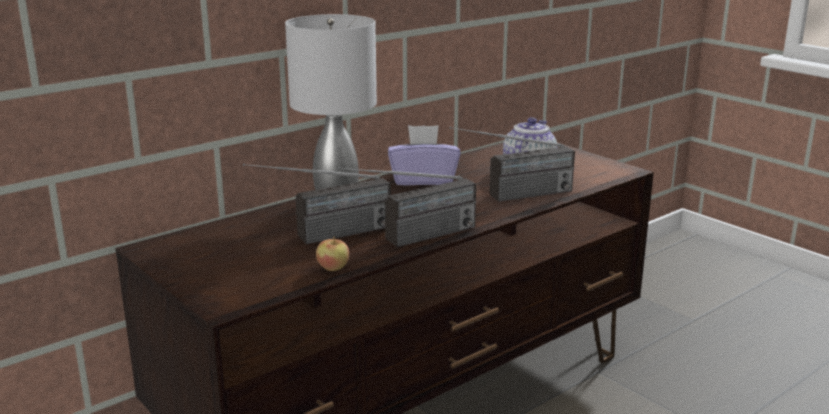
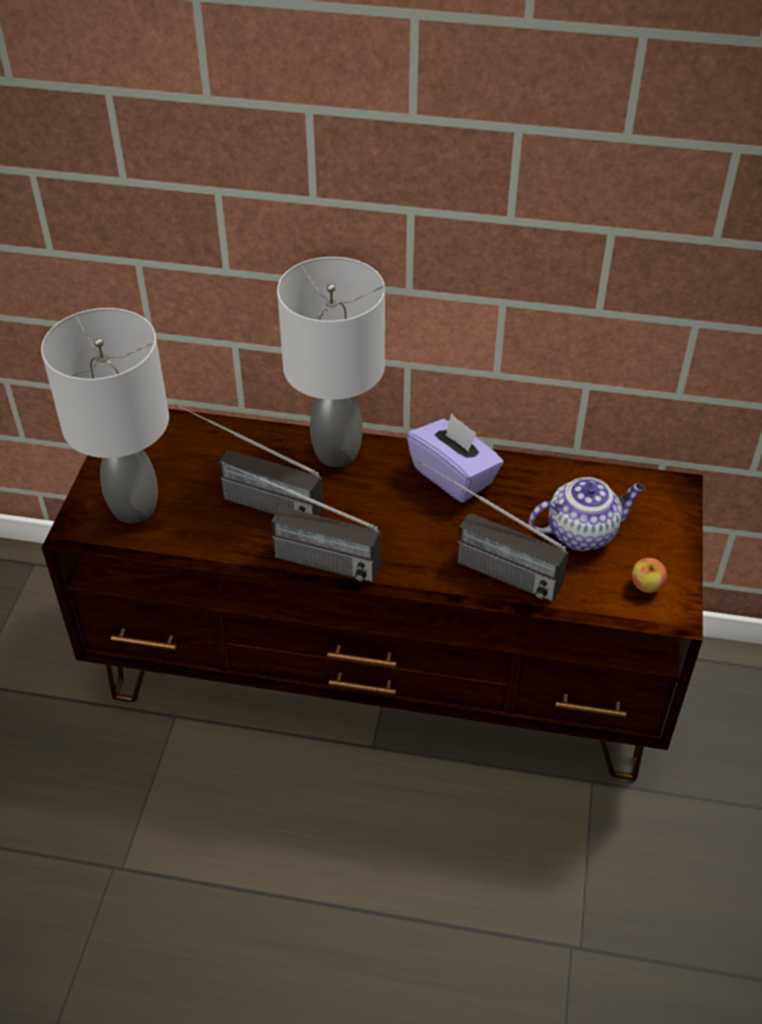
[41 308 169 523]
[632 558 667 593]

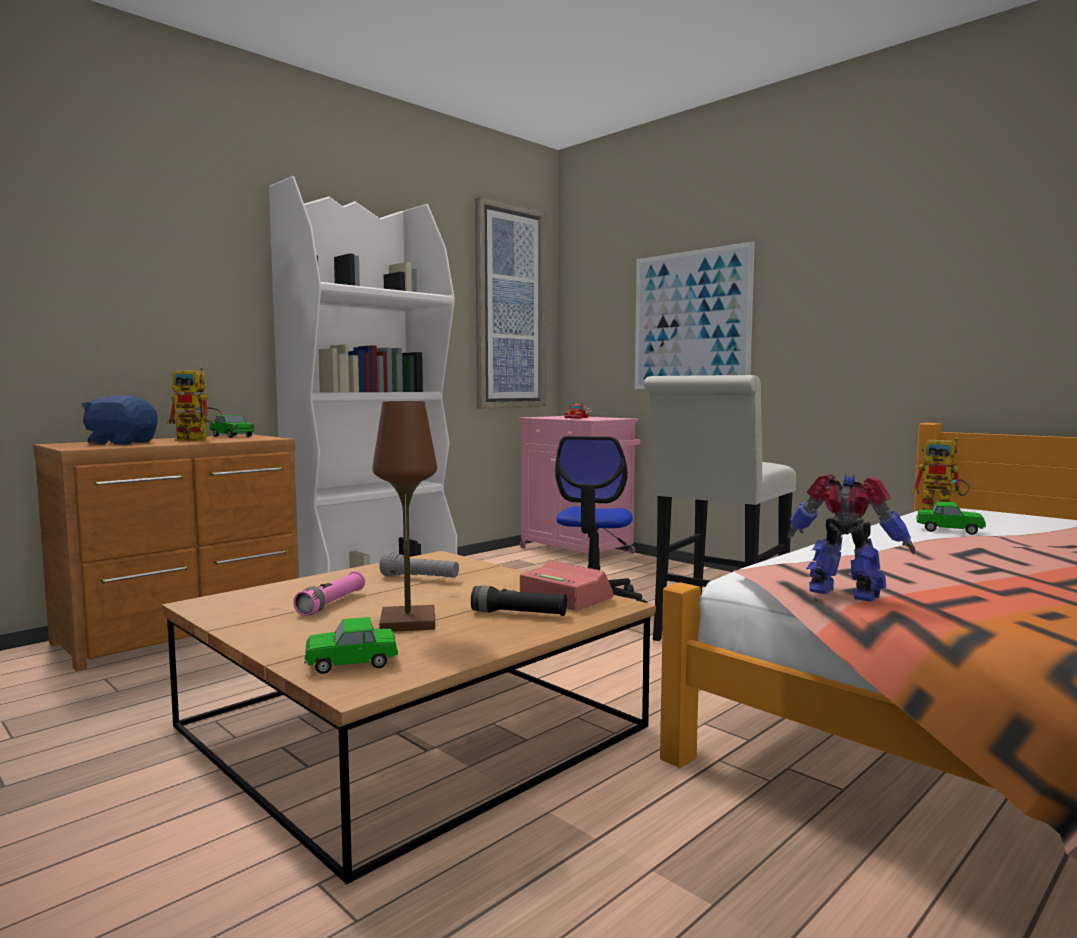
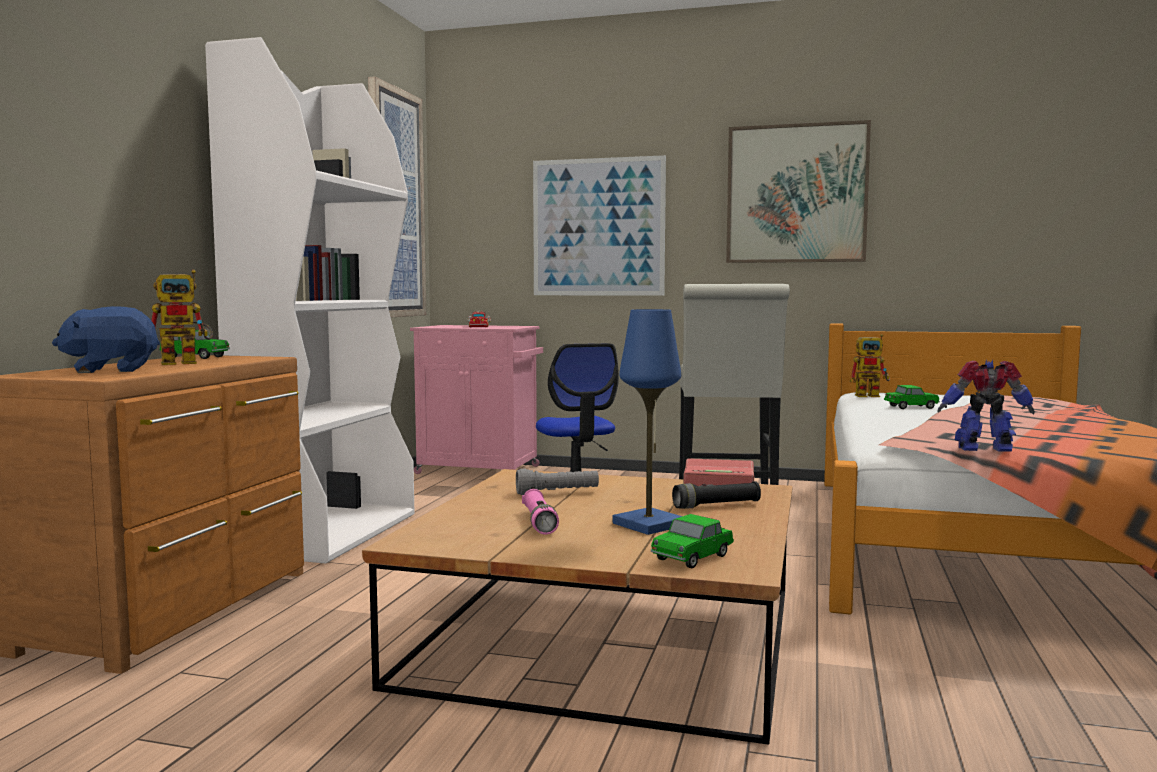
[613 309 682 535]
[726 120 871 263]

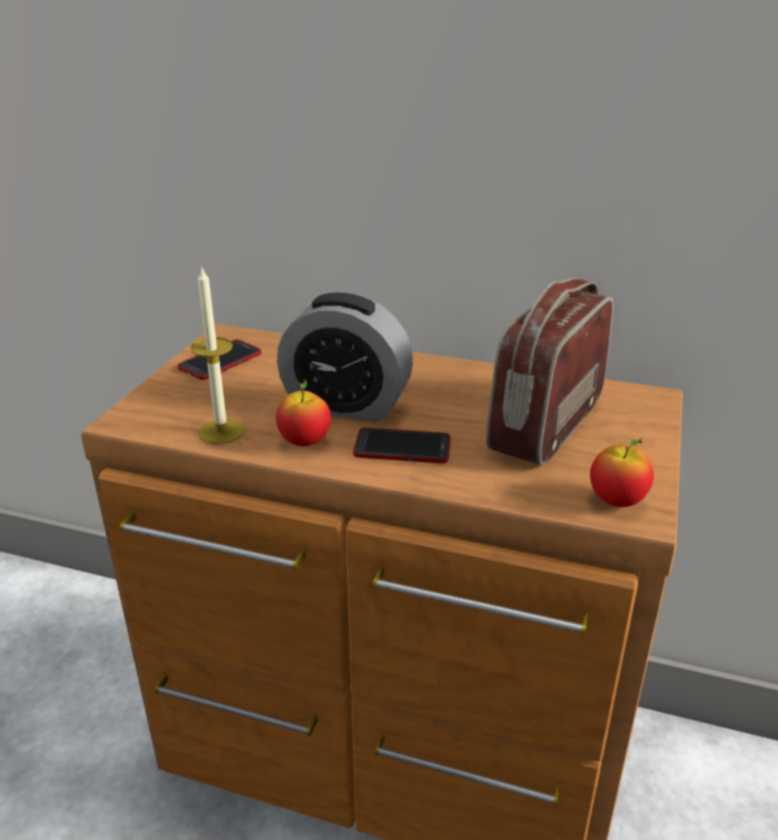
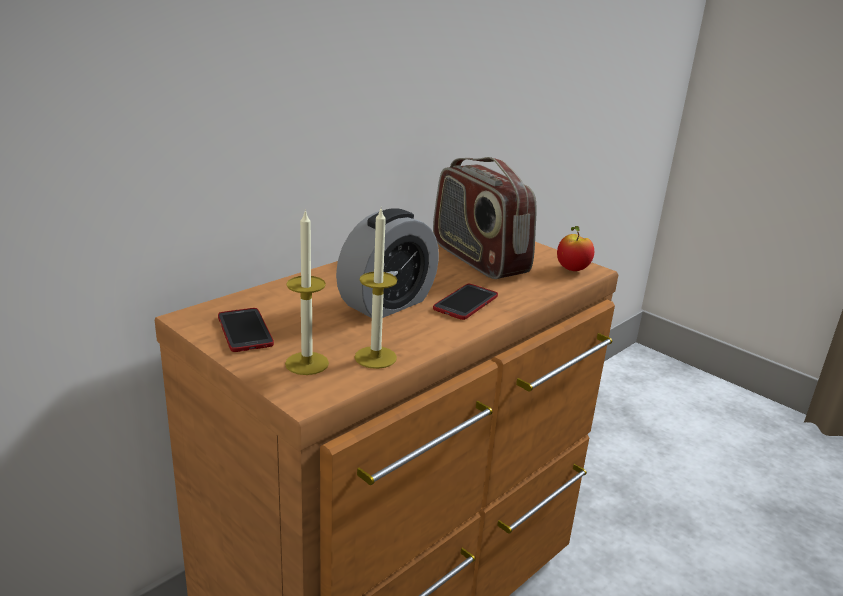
[285 209 329 375]
[276 379 331 446] (first image)

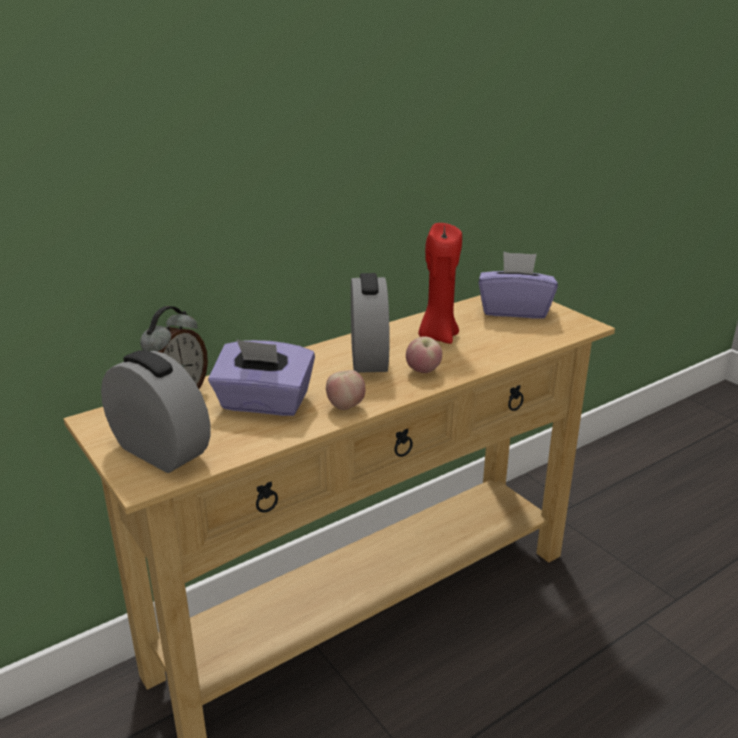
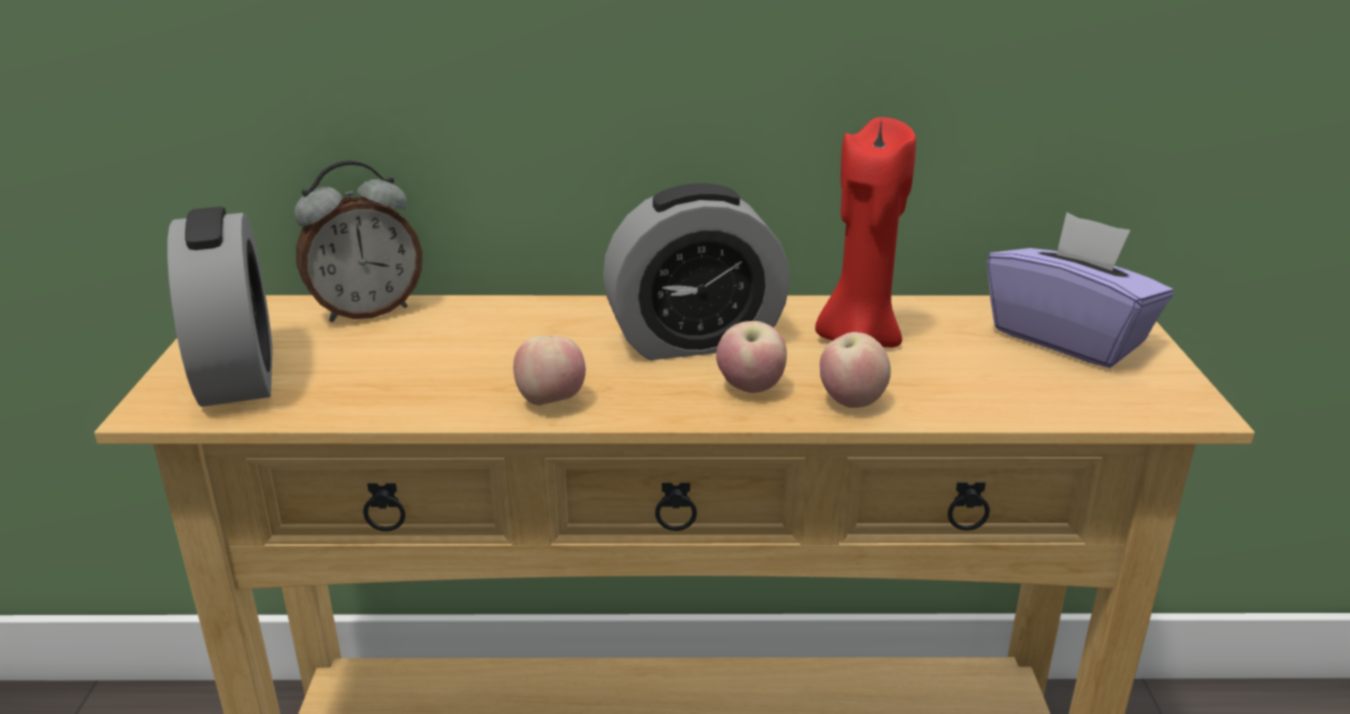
[603 183 790 360]
[820 332 891 408]
[208 339 315 416] (first image)

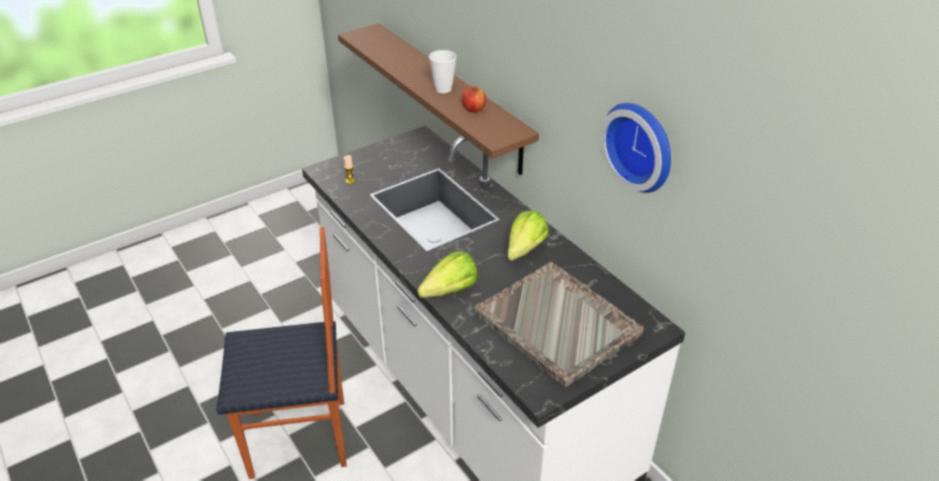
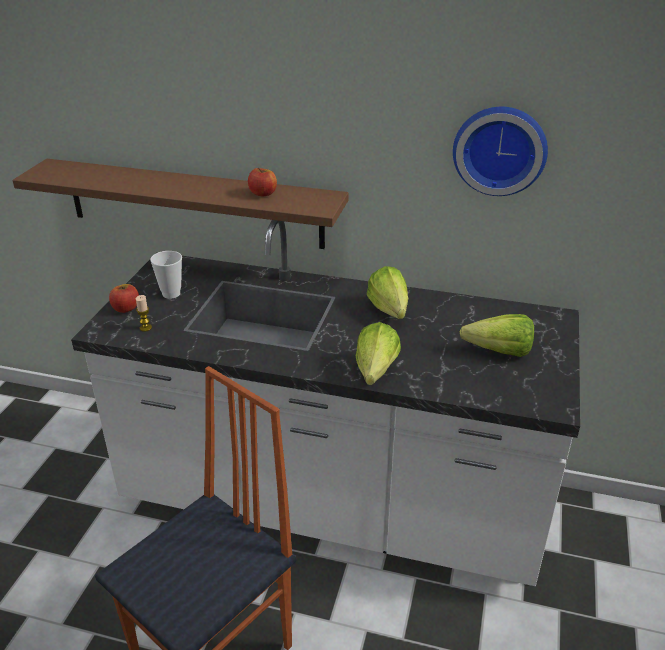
[109 284 139 313]
[150 251 182 299]
[460 314 534 357]

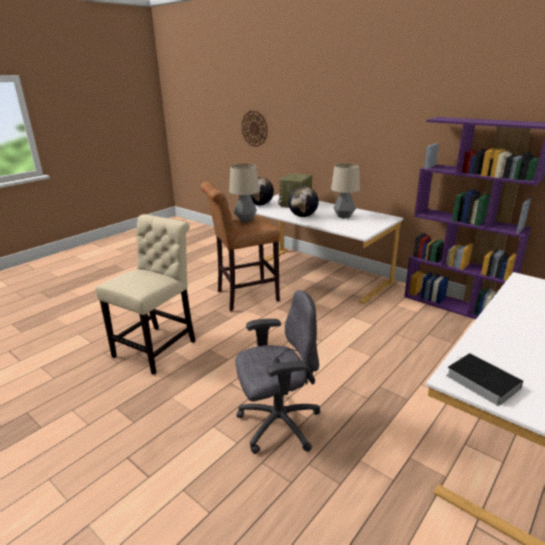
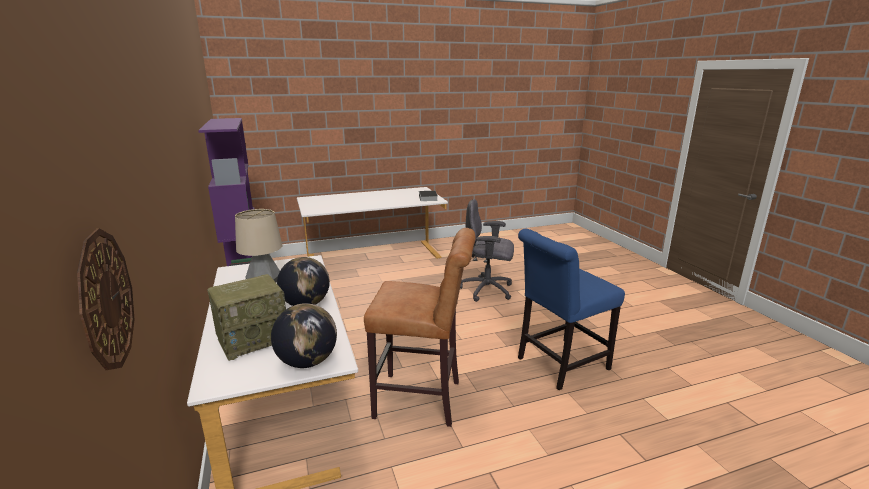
[518 228 625 390]
[229 164 260 222] (first image)

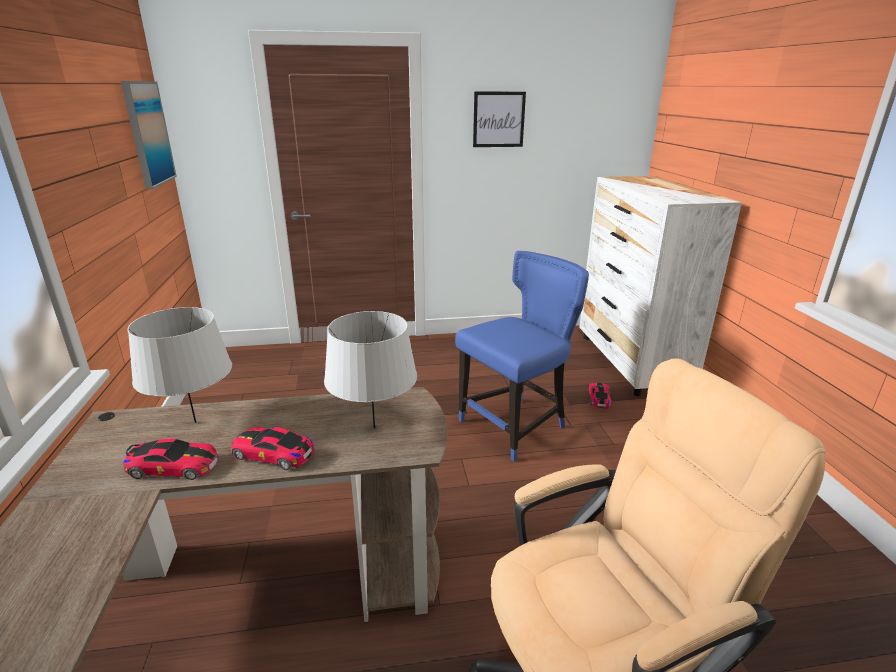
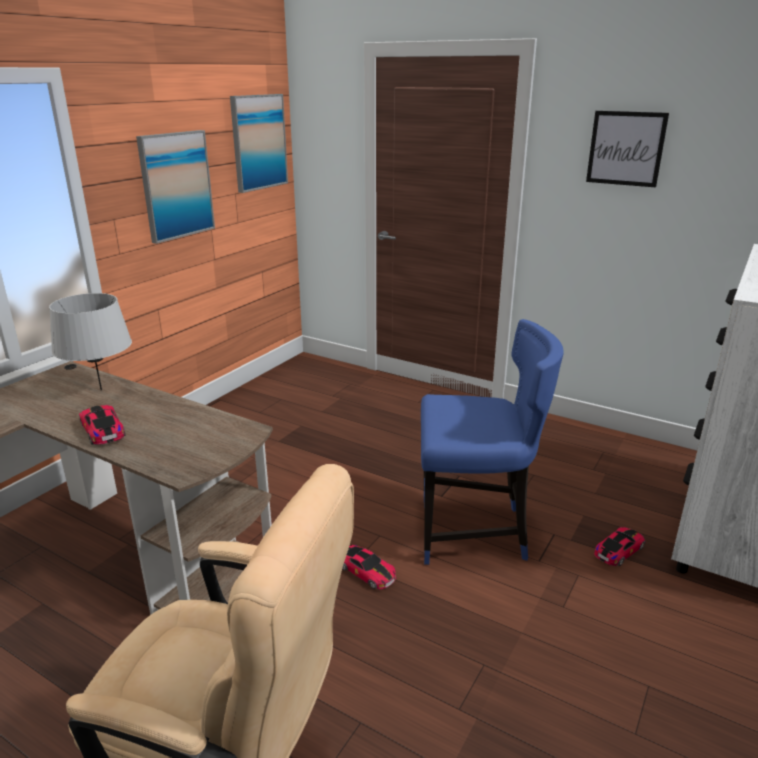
[136 130 215 244]
[342 545 396 589]
[324 311 417 428] (first image)

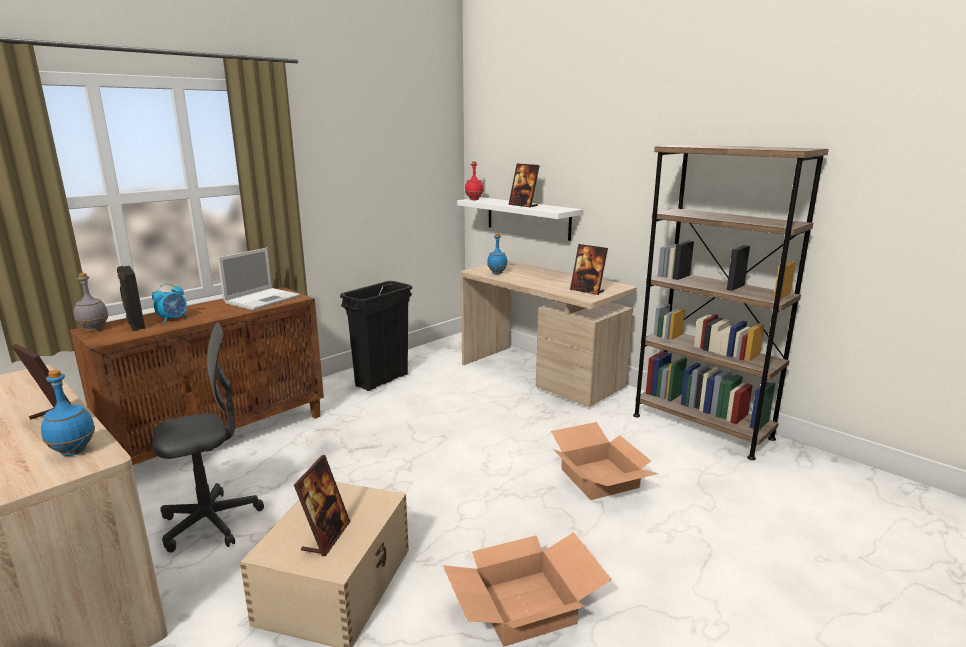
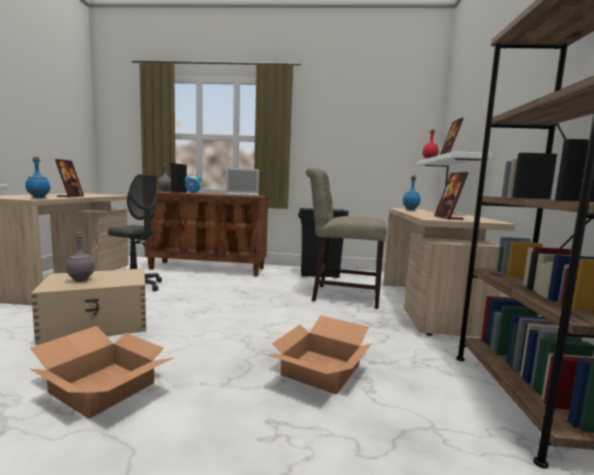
[66 232 95 282]
[306 167 387 309]

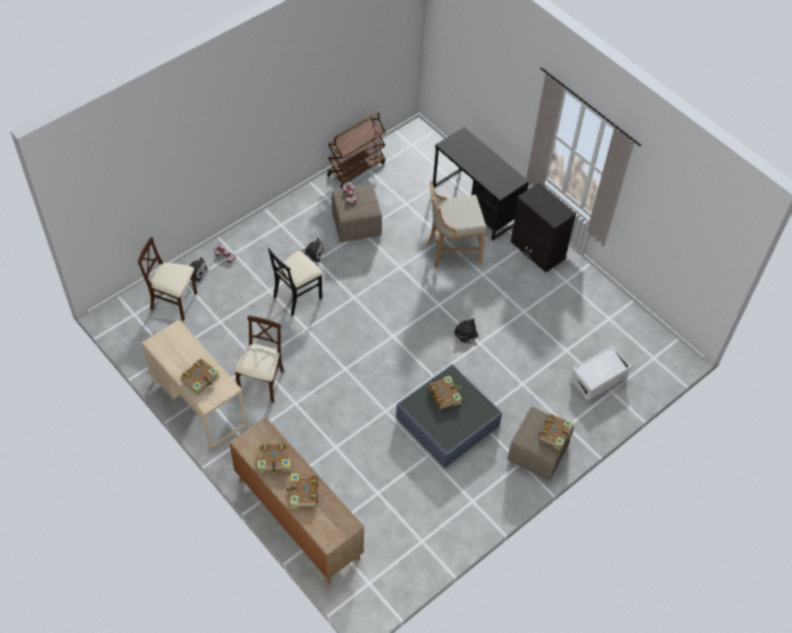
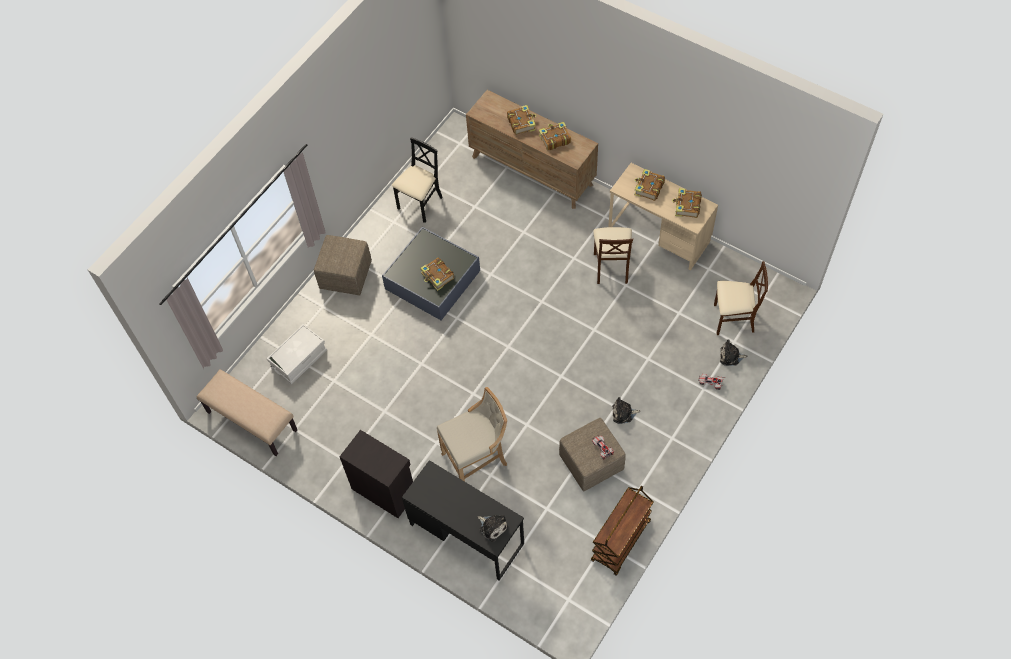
[197 369 297 456]
[392 137 443 223]
[478 515 508 542]
[672 188 702 218]

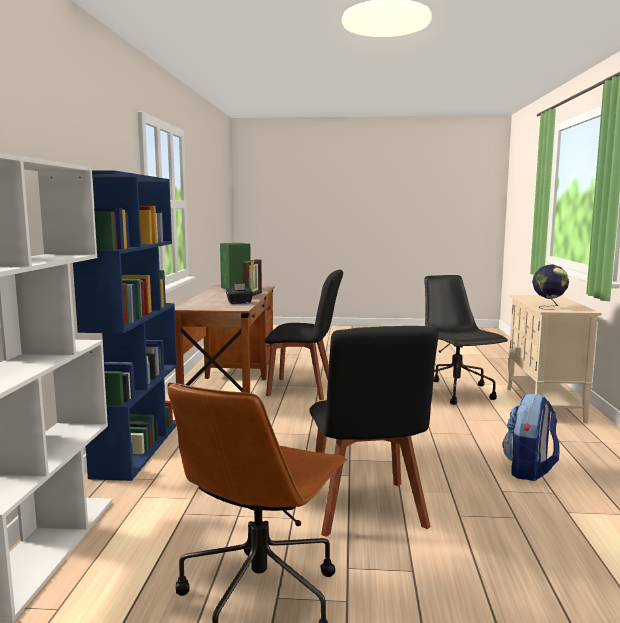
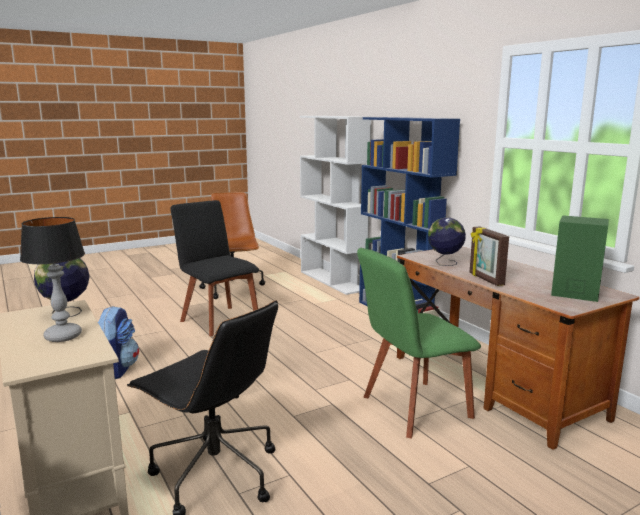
[20 217 85 342]
[357 248 481 439]
[428 217 466 266]

